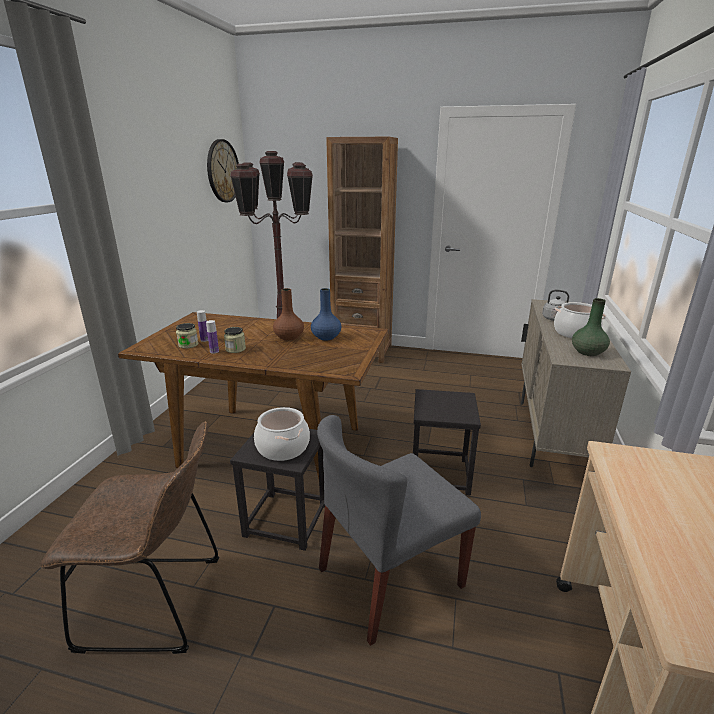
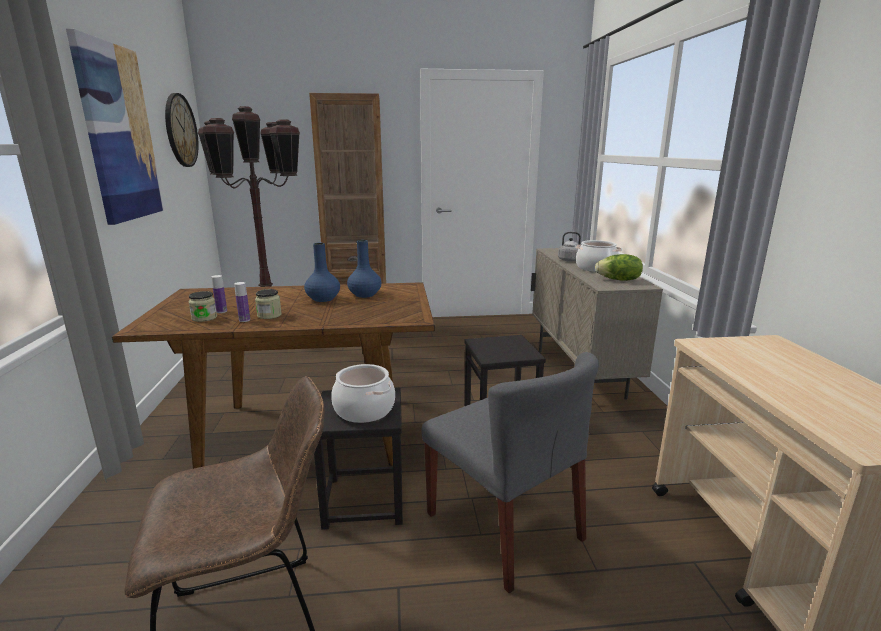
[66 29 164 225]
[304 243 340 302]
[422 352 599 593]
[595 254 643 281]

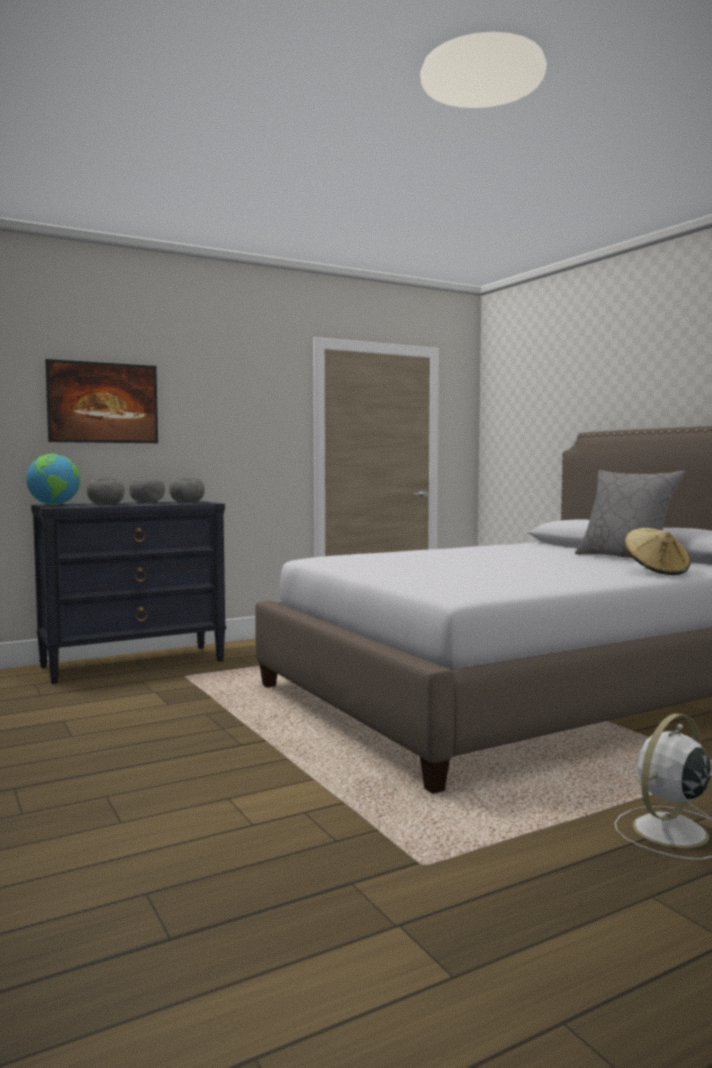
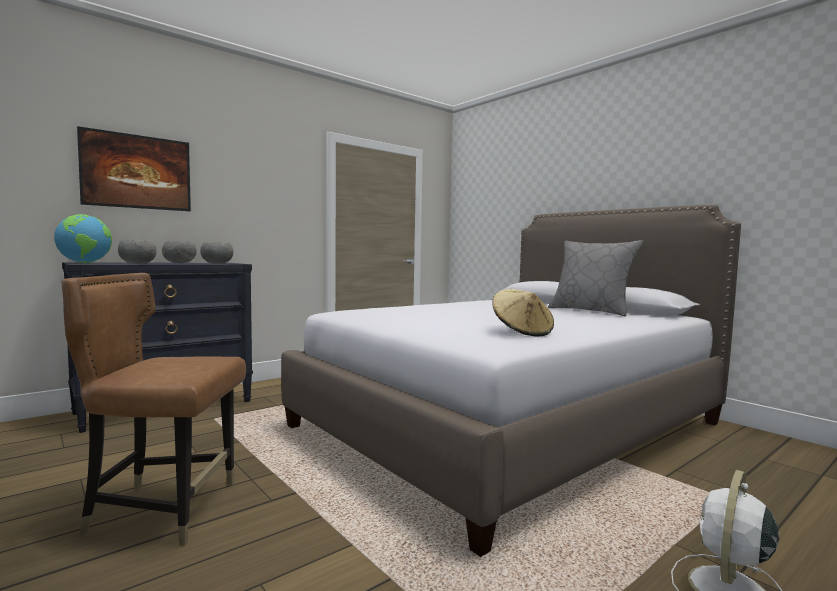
[61 273 246 546]
[492 289 554 337]

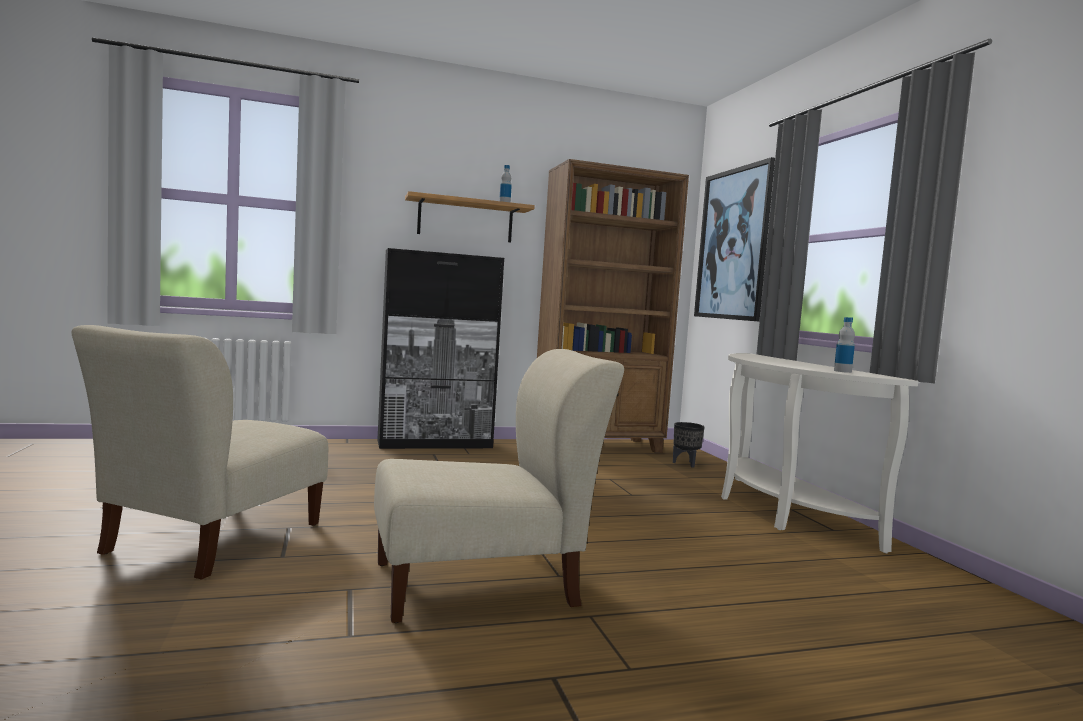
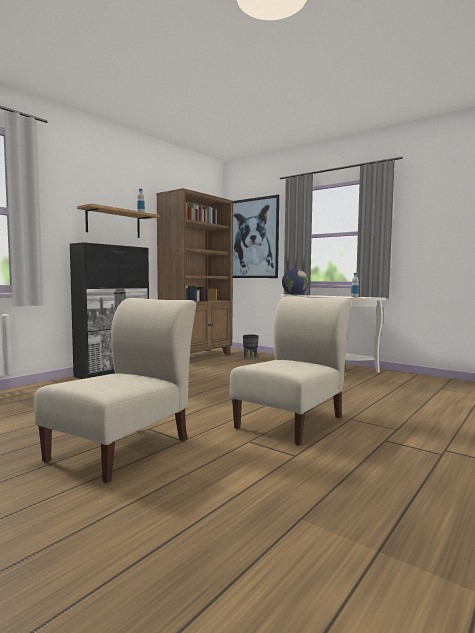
[34 298 196 483]
[282 269 309 295]

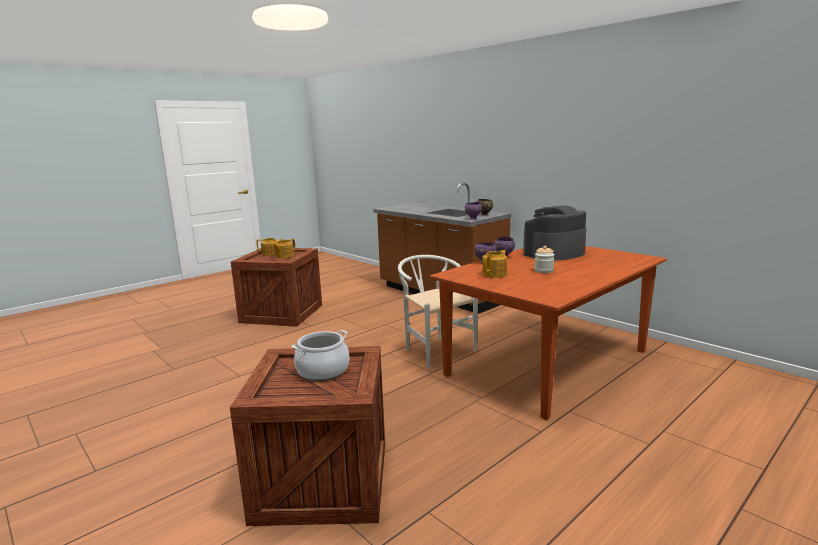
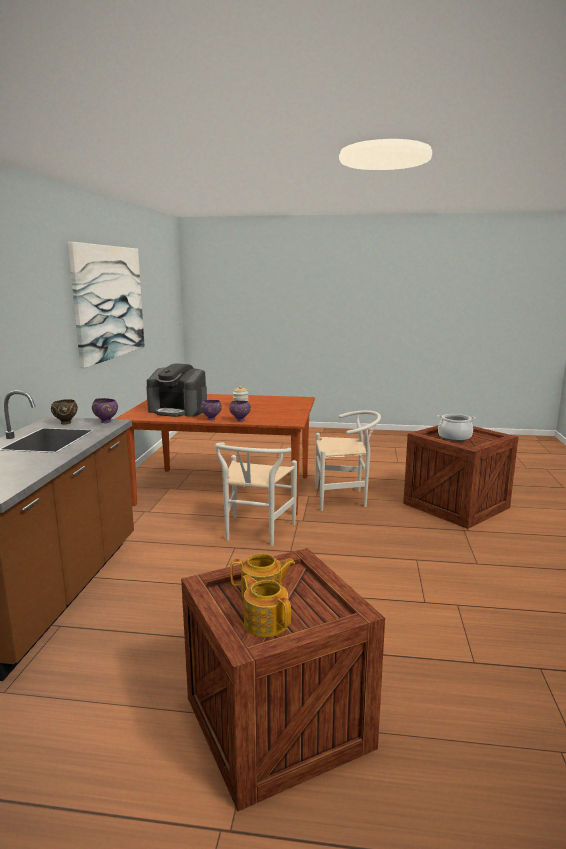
[68 242 145 368]
[315 410 381 511]
[482 250 507 278] (first image)

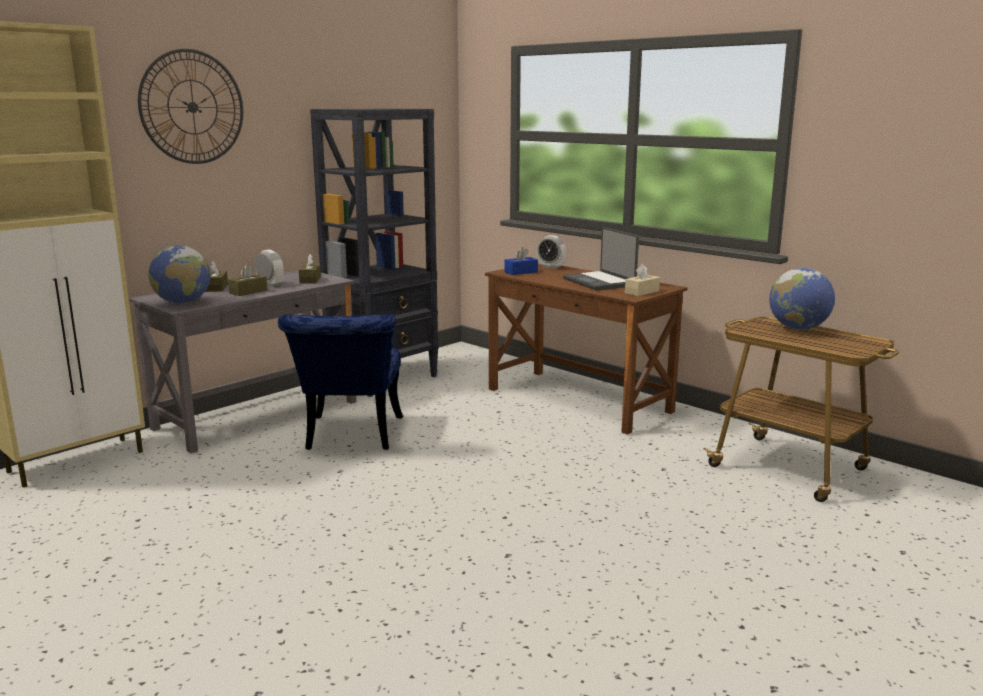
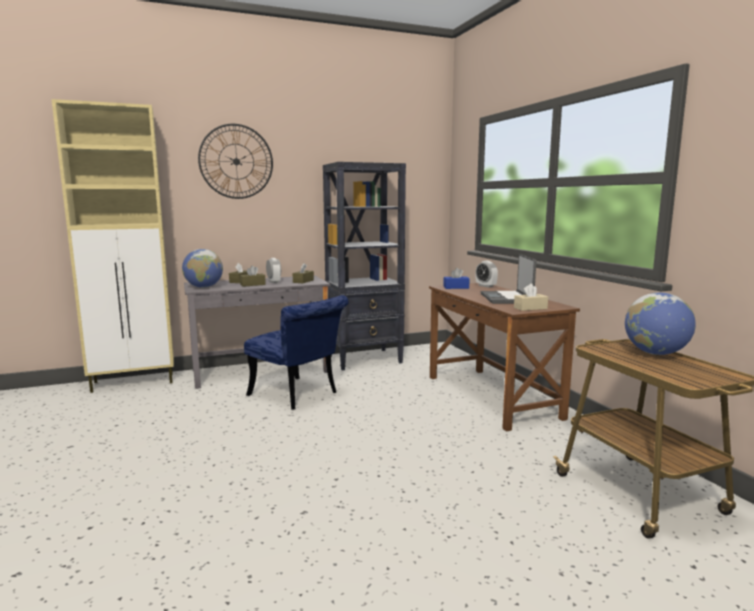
[244 295 348 410]

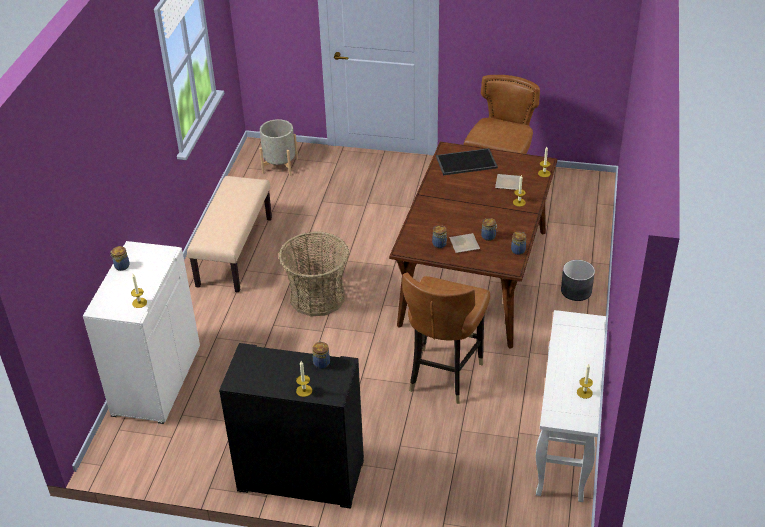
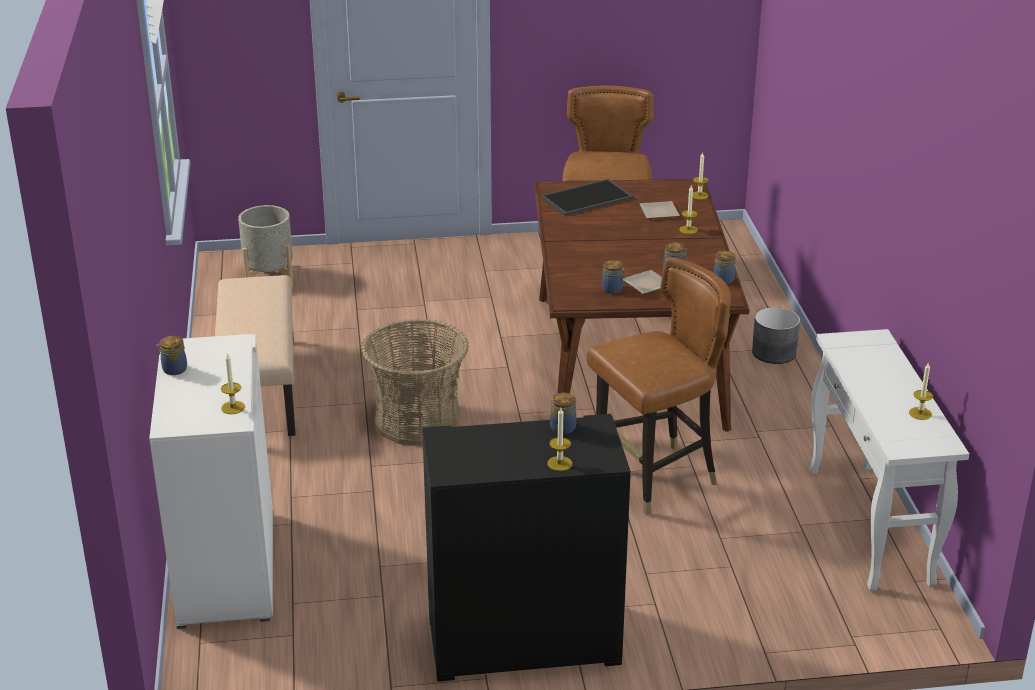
[587 257 731 516]

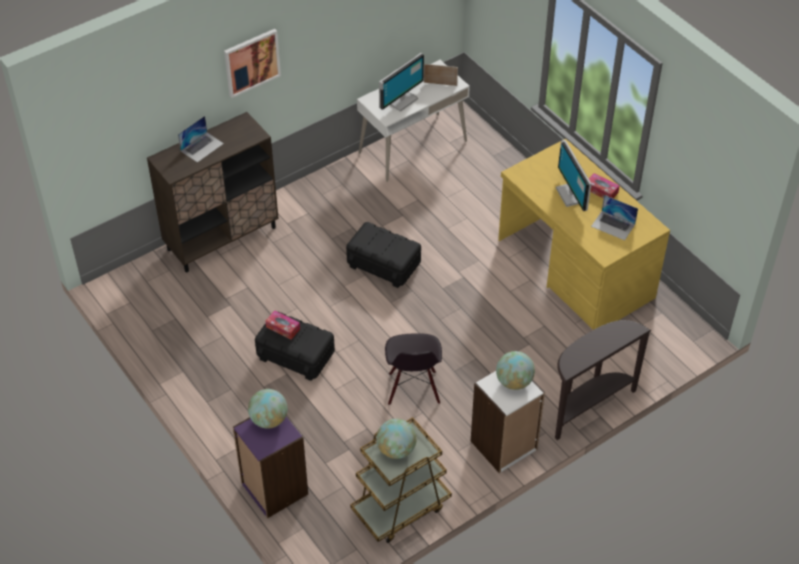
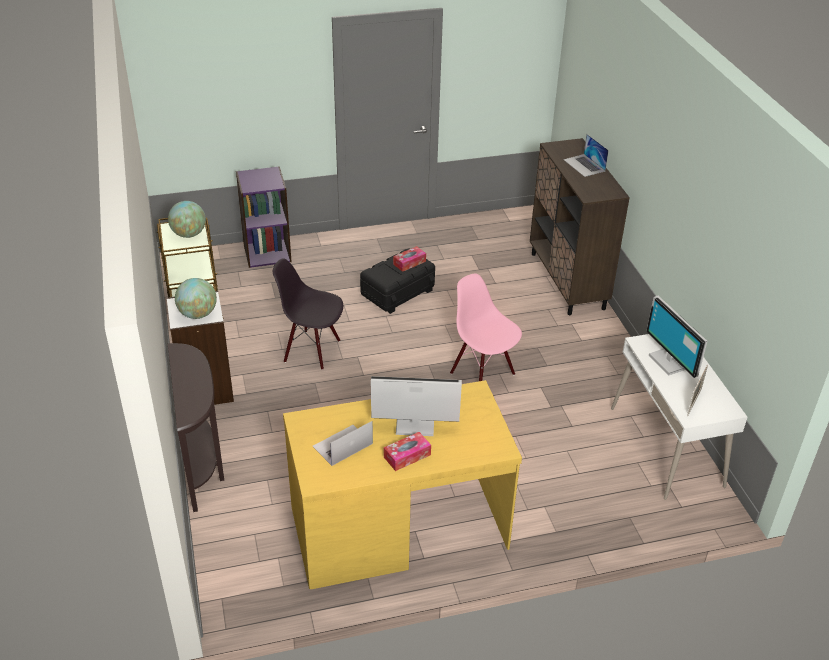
[450 274 522 381]
[224 29 281 98] (first image)
[248 389 288 429] (first image)

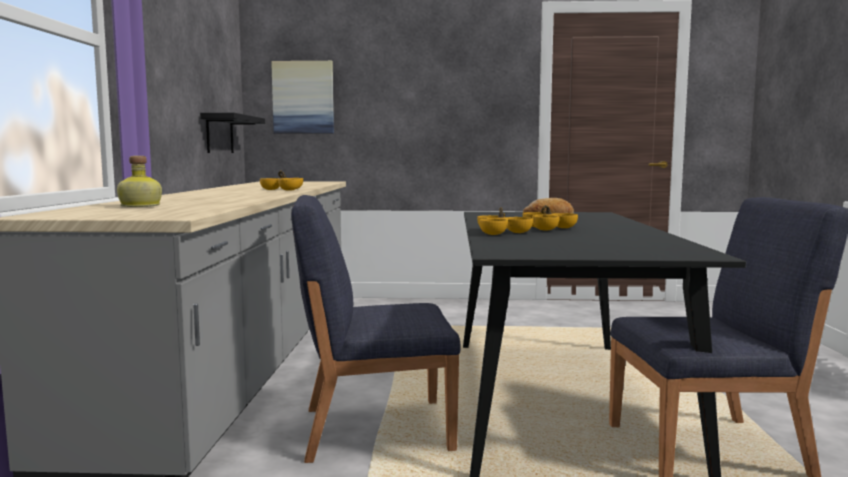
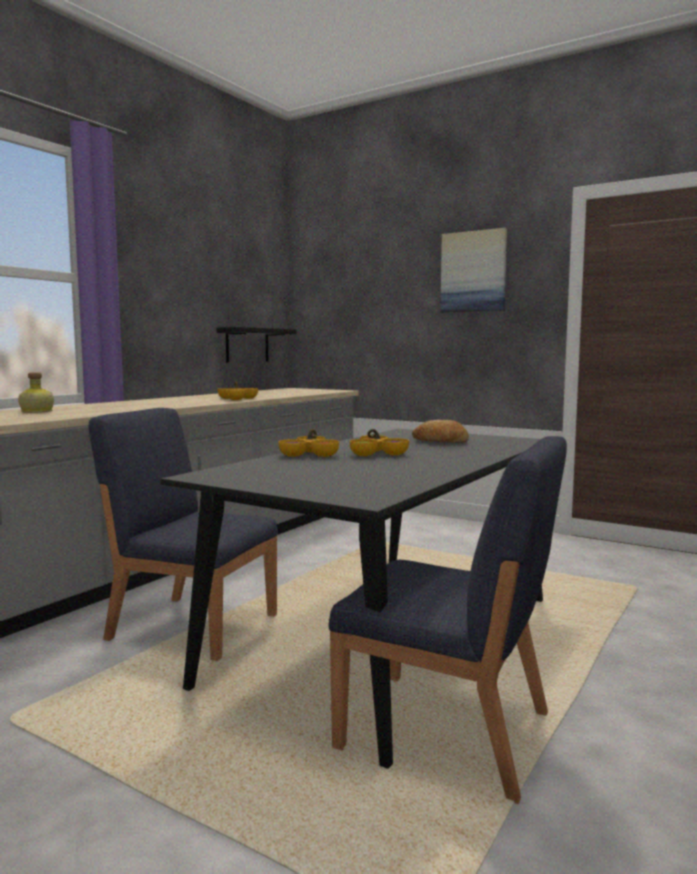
[440 228 507 312]

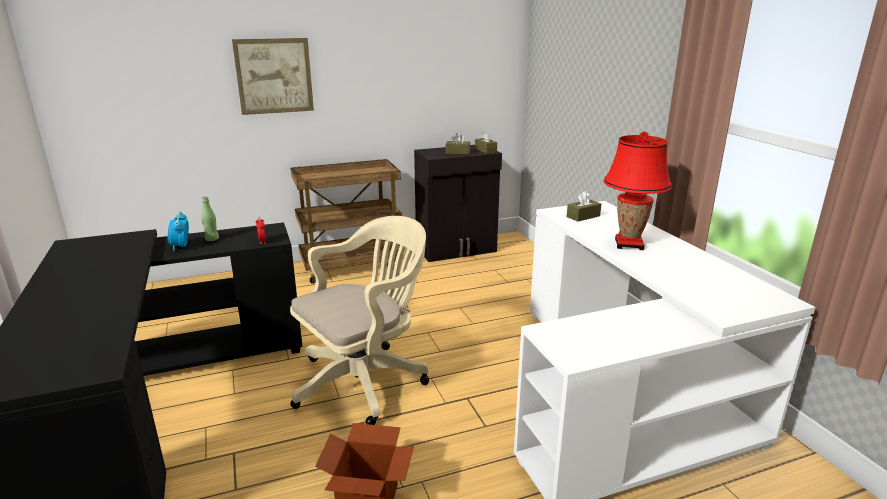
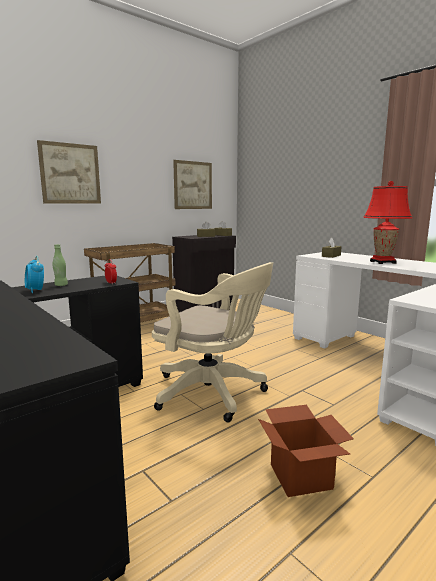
[152 262 273 422]
[173 160 212 209]

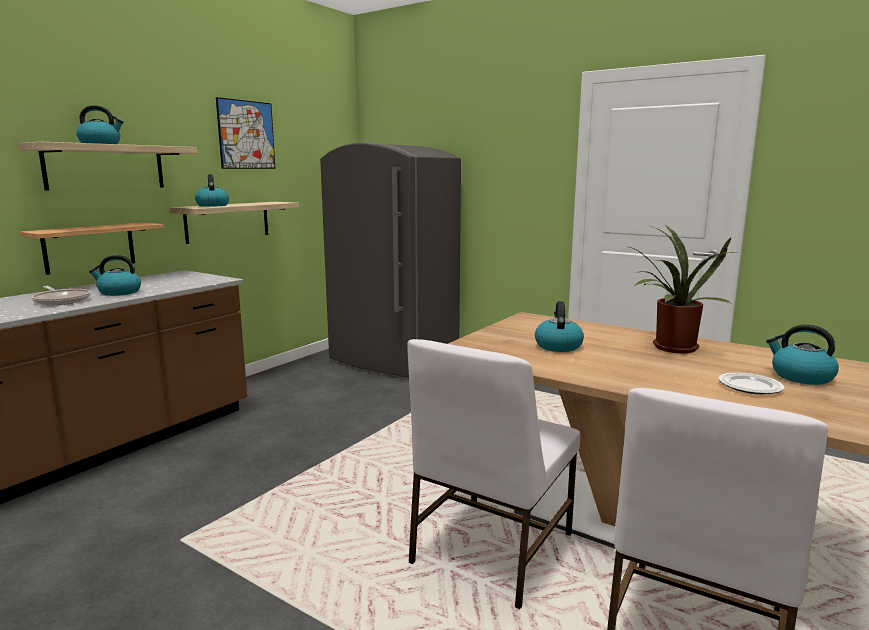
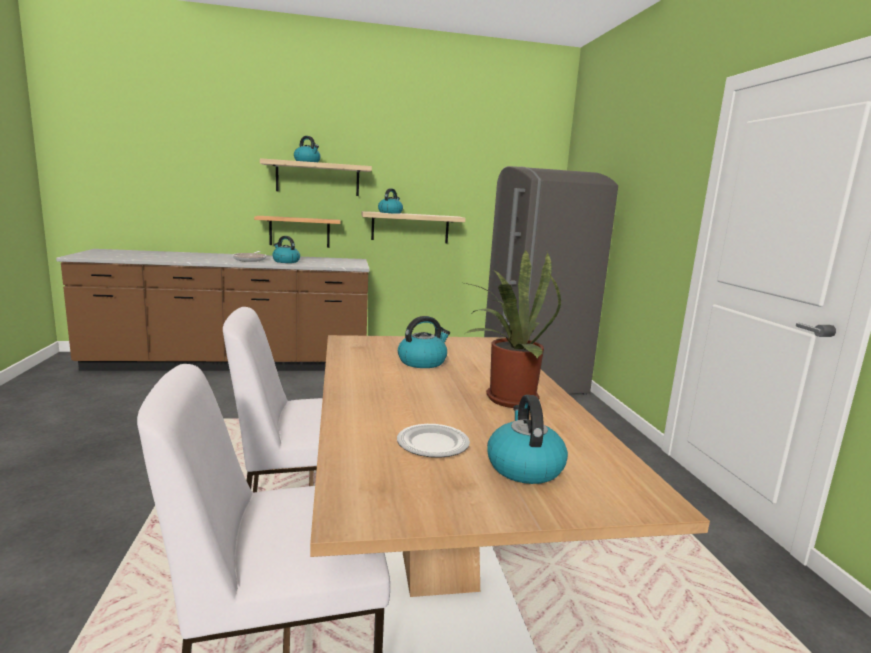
[216 97 275 169] (first image)

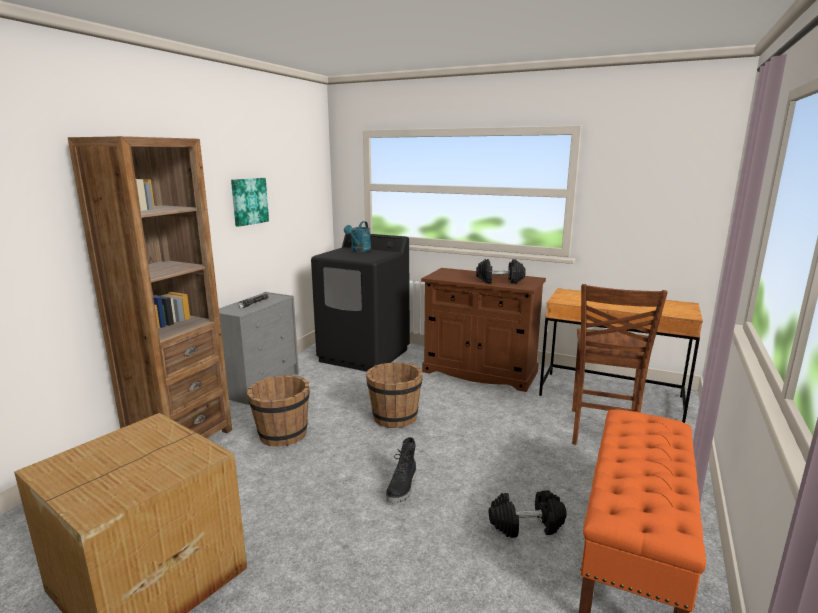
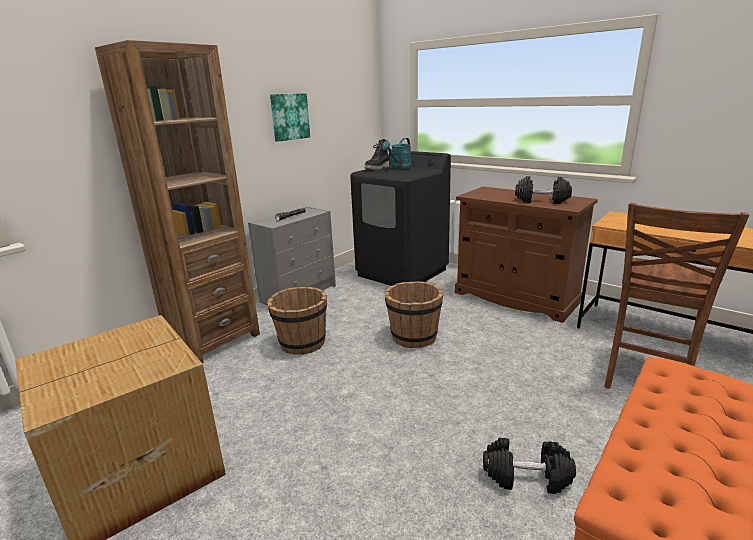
[365 139 389 170]

